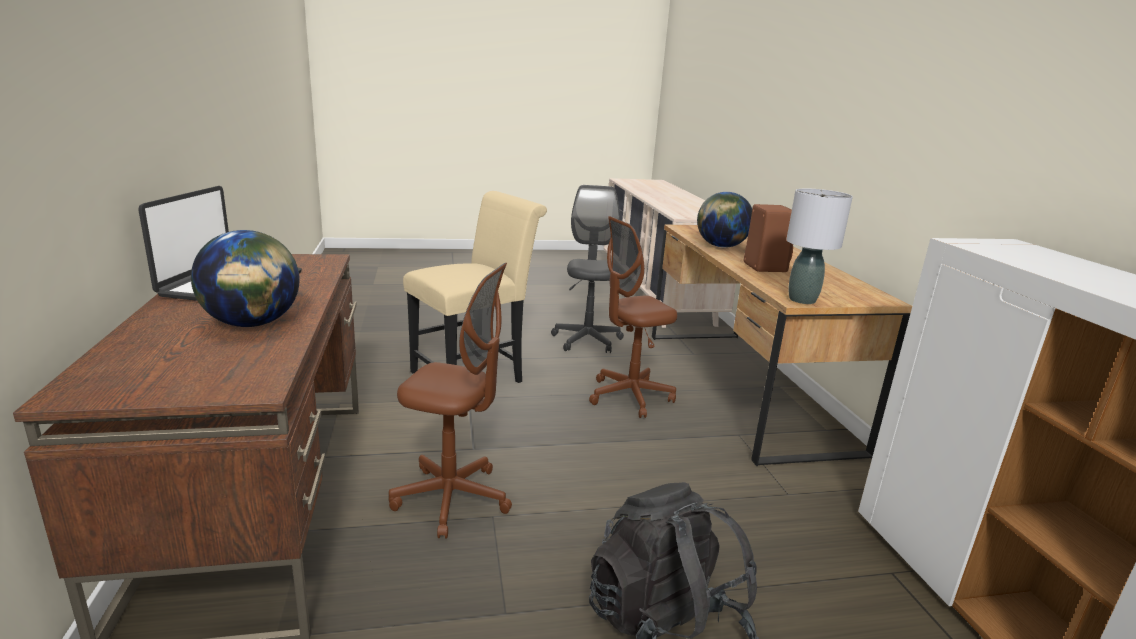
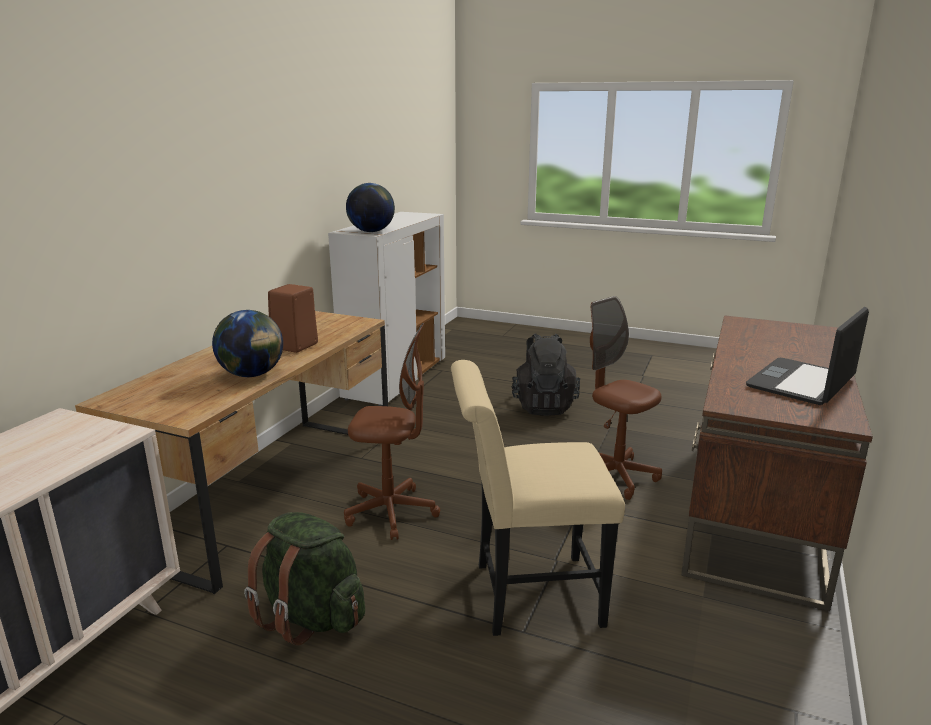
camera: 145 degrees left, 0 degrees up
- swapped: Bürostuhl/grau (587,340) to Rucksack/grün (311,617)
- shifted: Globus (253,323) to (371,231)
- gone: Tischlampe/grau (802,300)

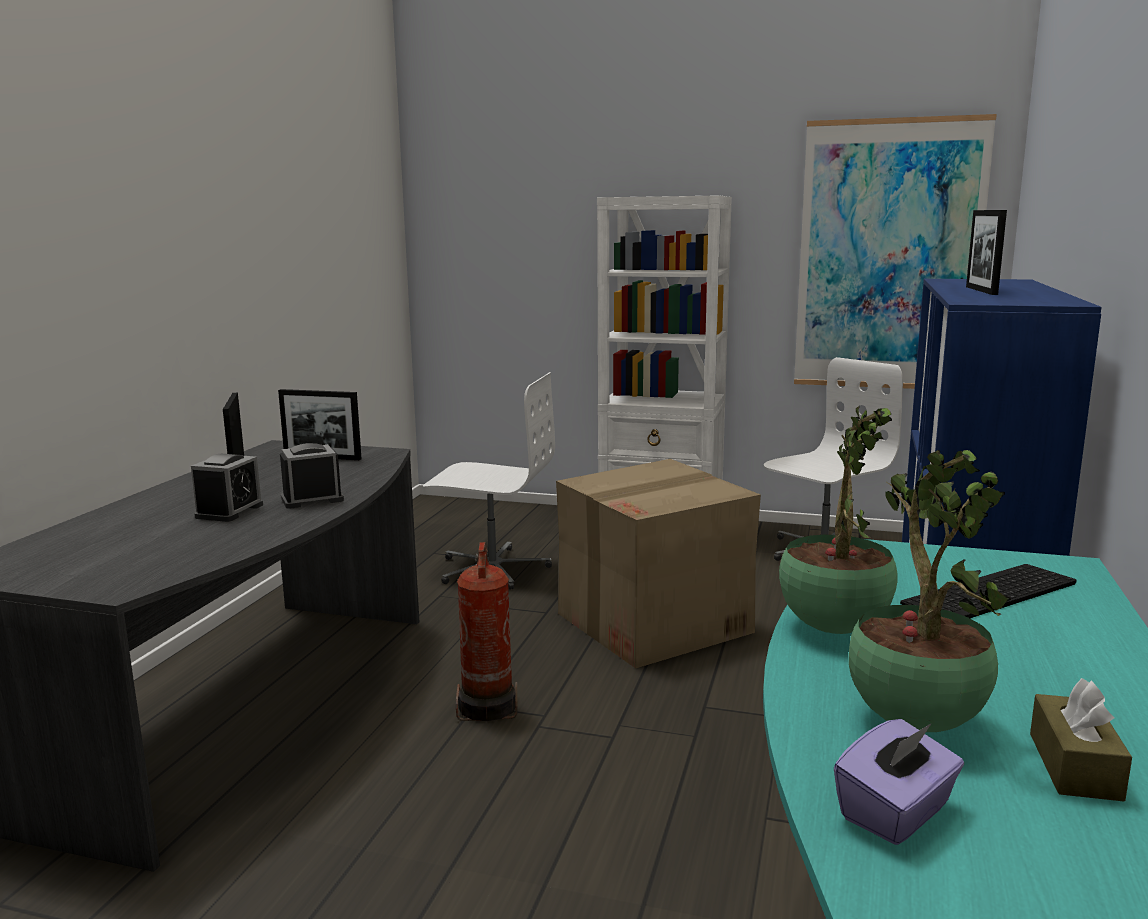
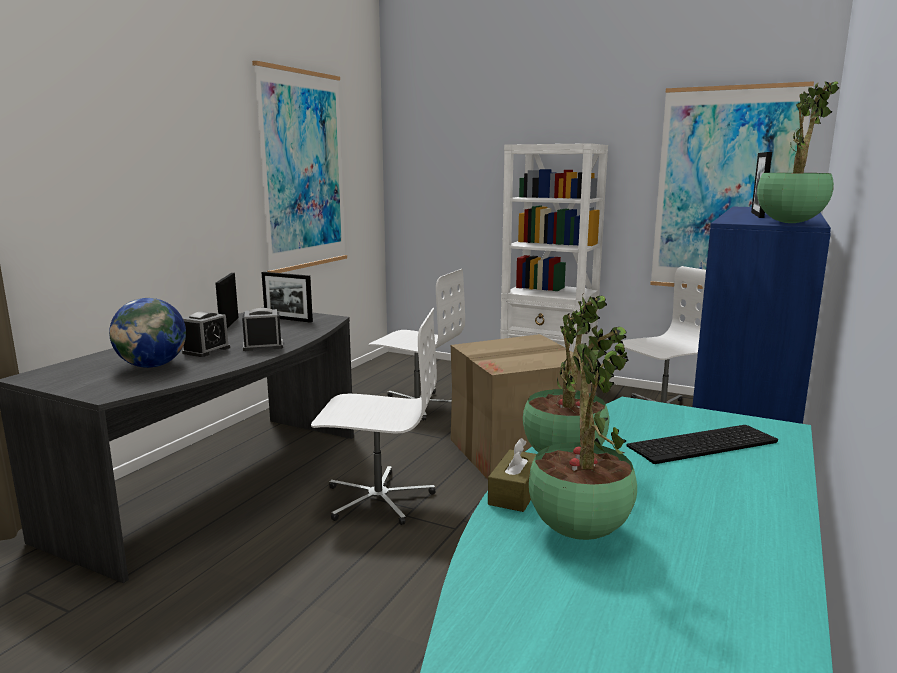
camera: 10 degrees right, 0 degrees up
- new: Globus (152,366)
- new: Bild (303,171)
- swapped: Feuerlöscher (489,706) to Bürostuhl/weiß (378,498)
- shifted: Taschentuchbox/braun (1074,766) to (515,492)
- new: Topfpflanze (790,223)
- gone: Taschentuchbox/lila (896,813)

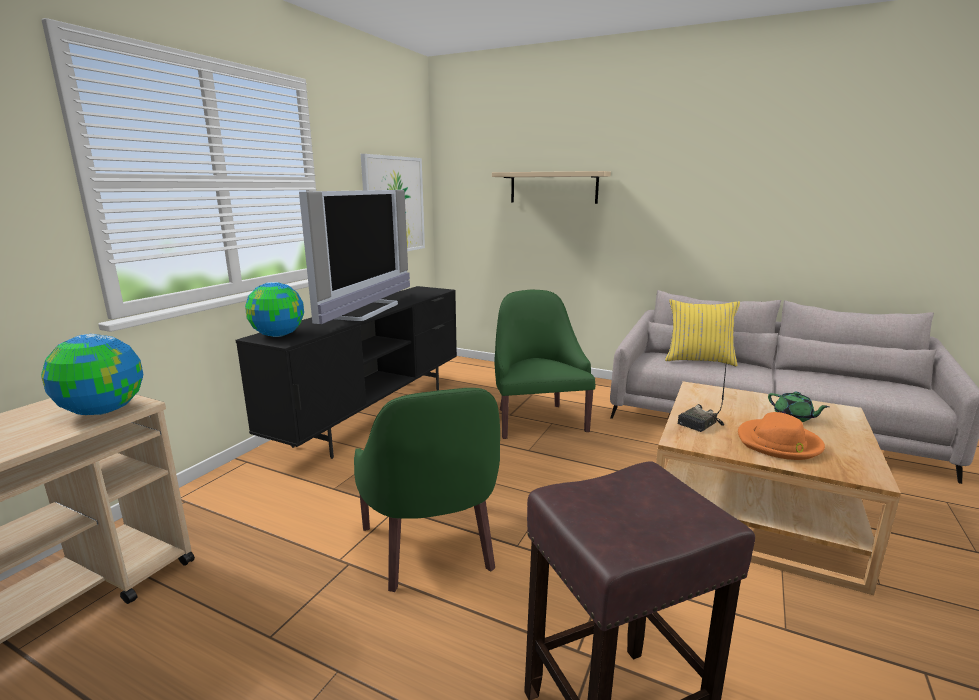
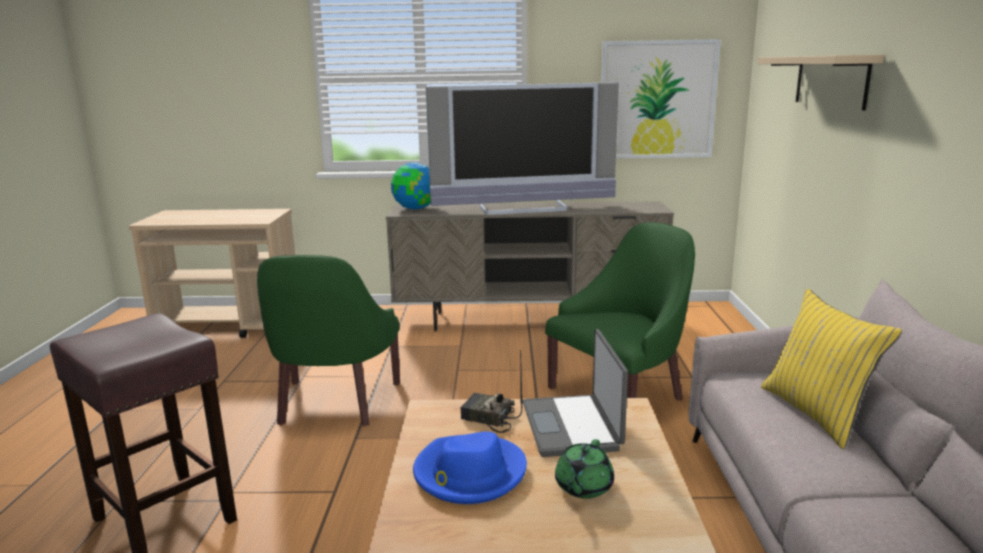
camera: 65 degrees right, 0 degrees up
- rotated: Sessel/grün (433,547) = (334,403) 45 degrees counterclockwise
- repainted: Fernsehschrank/schwarz (375,414) to Fernsehschrank/beige (529,321)
- repainted: Hut/orange (778,443) to Hut/blau (469,473)
- new: Laptop (572,426)
- gone: Globus (103,411)

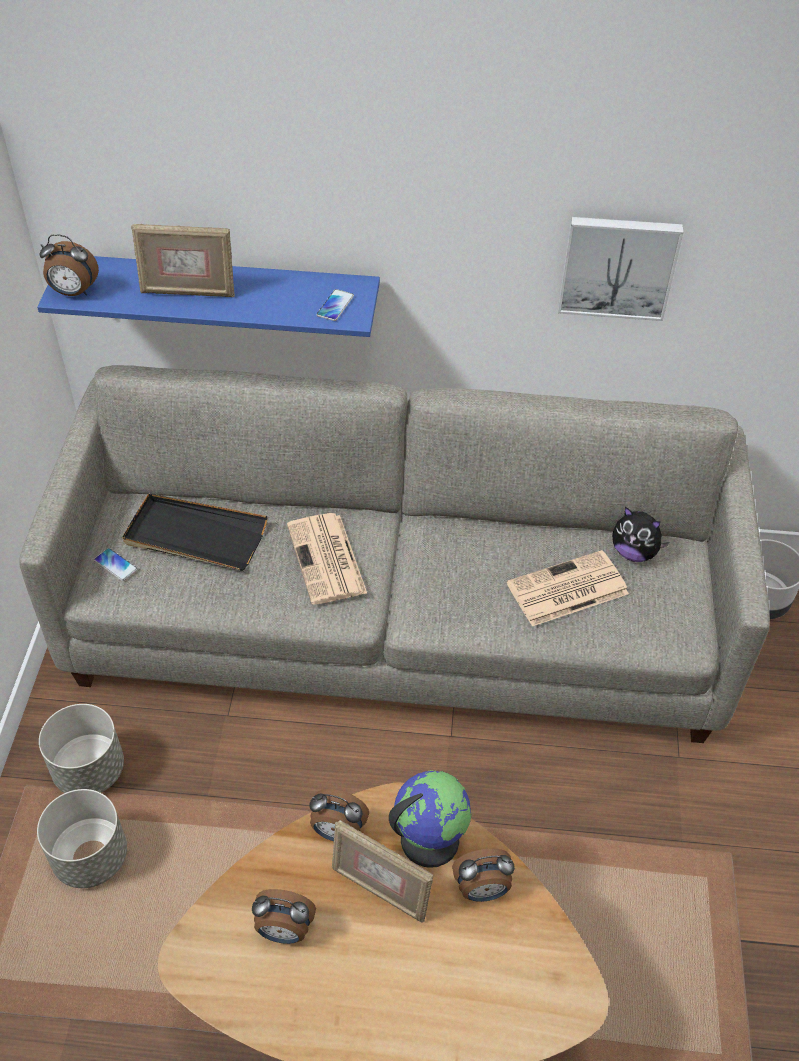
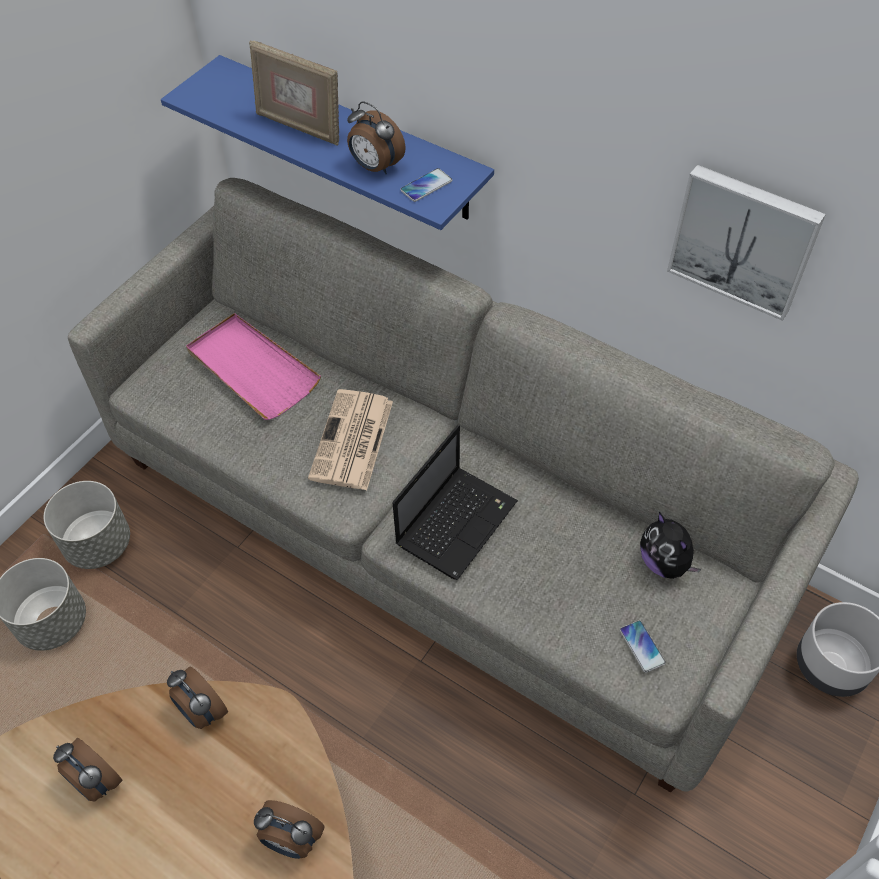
camera: 30 degrees right, 5 degrees up
- repainted: Tablett/schwarz (195,536) to Tablett/rosa (252,369)
- shifted: Wecker (73,292) to (375,167)
- new: Laptop (457,521)
- shifted: Handy (116,565) to (642,646)
- gone: Bilderrahmen (380,890)
- gone: Globus (429,838)
- gone: Zeitung (566,590)

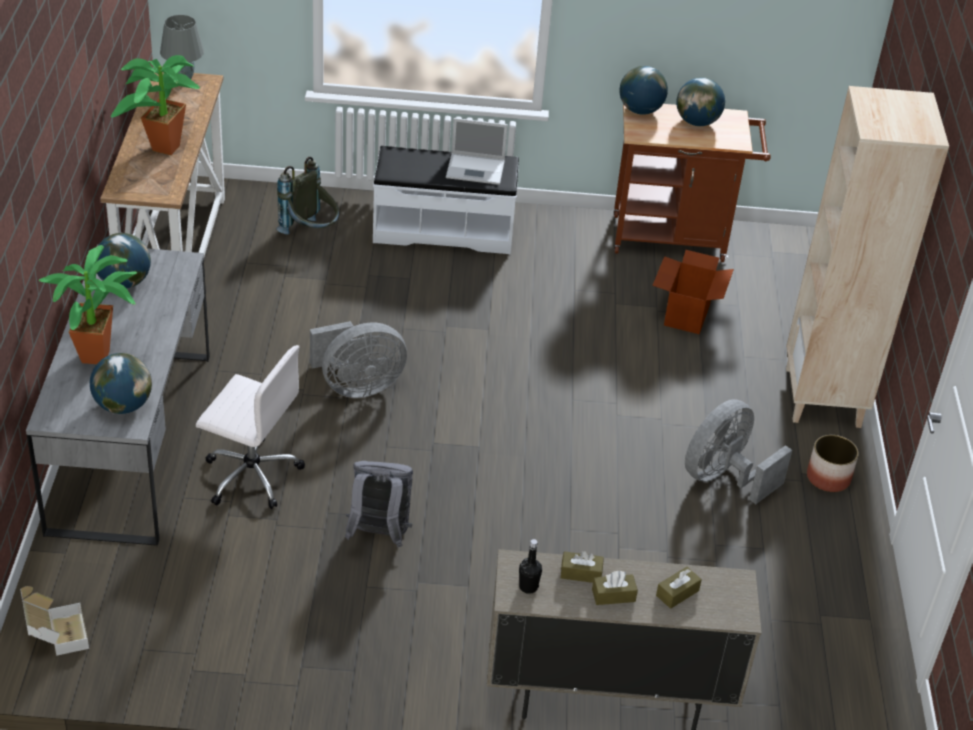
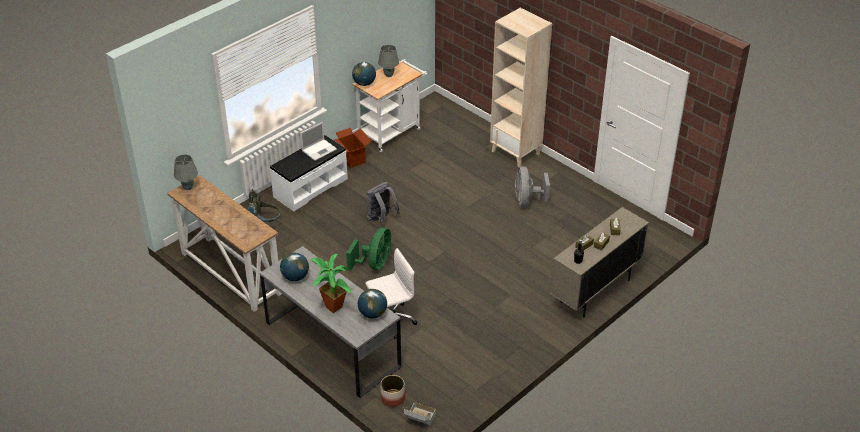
camera: 45 degrees left, 0 degrees up
- shifted: Karton (686,315) to (351,159)
- repainted: Ventilator/grau (357,386) to Ventilator/grün (374,264)
- repainted: Rollwagen/braun (676,238) to Rollwagen/weiß (392,131)
- shifted: Rucksack/grau (378,535) to (381,218)
- swapped: Globus (697,122) to Tischlampe/grau (389,75)
- shifted: Pflanzkübel (827,478) to (392,398)
- gone: Topfpflanze (161,150)

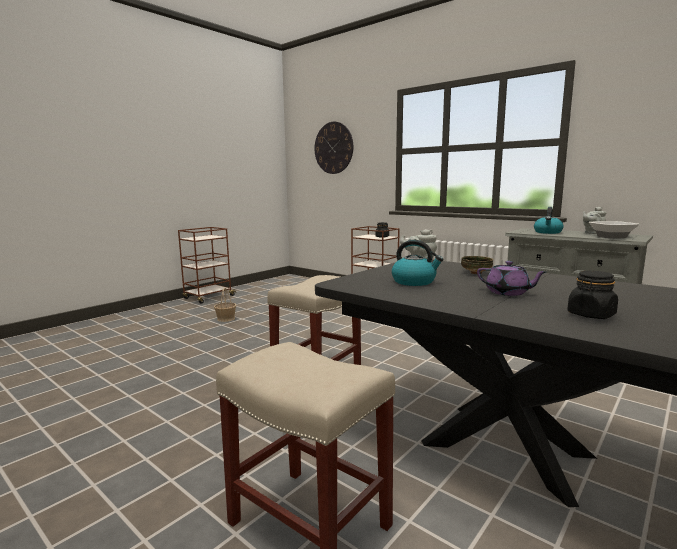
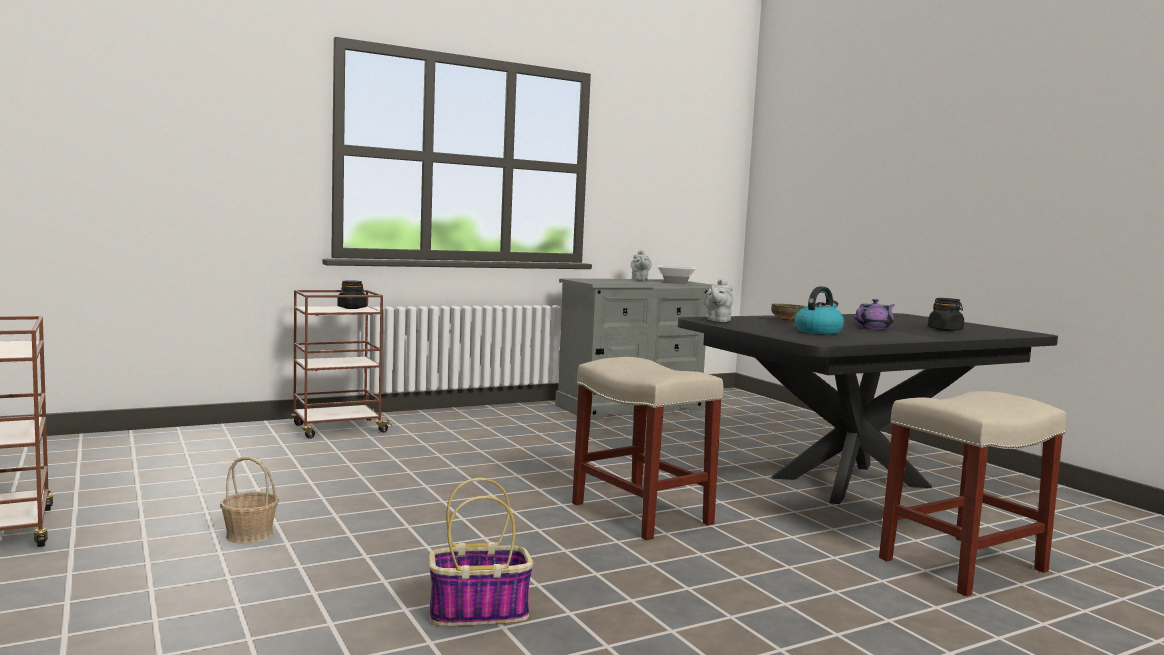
camera: 70 degrees left, 5 degrees down
- new: Korb (480,612)
- gone: Wanduhr (333,148)
- gone: Wasserkessel (548,232)

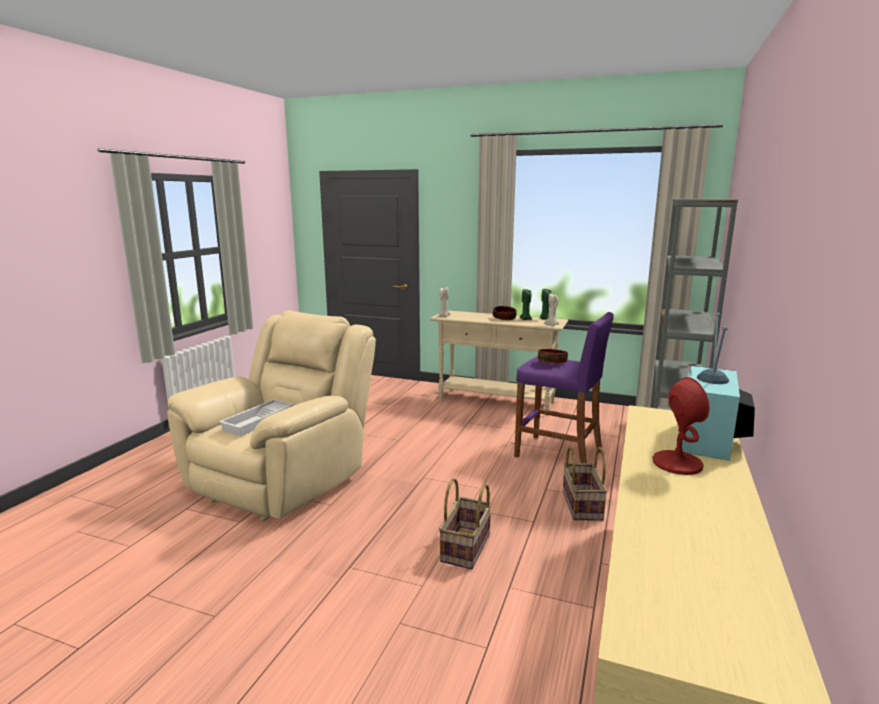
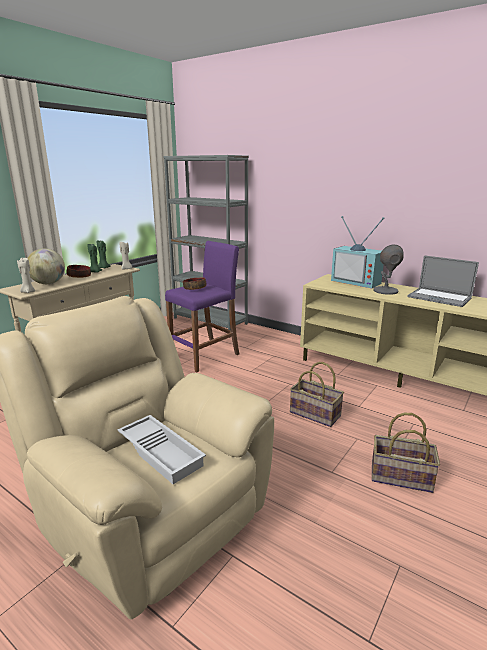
camera: 75 degrees left, 5 degrees up
- new: Globus (48,283)
- shifted: Korb (581,505) to (400,477)
- repainted: Tischlampe/rot (677,463) to Tischlampe/grau (385,291)
- new: Laptop (439,297)

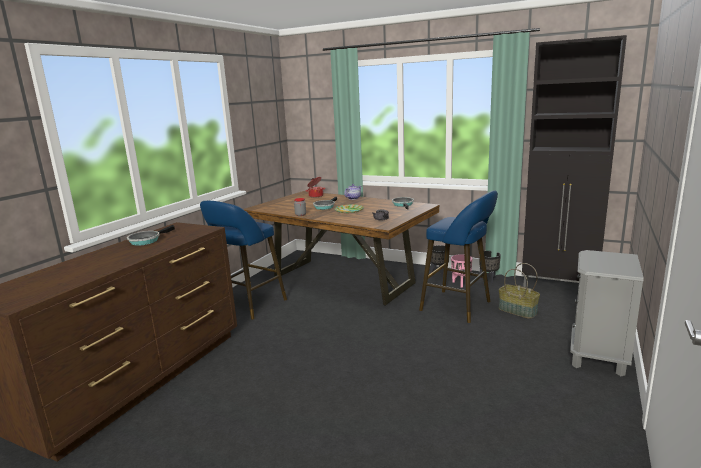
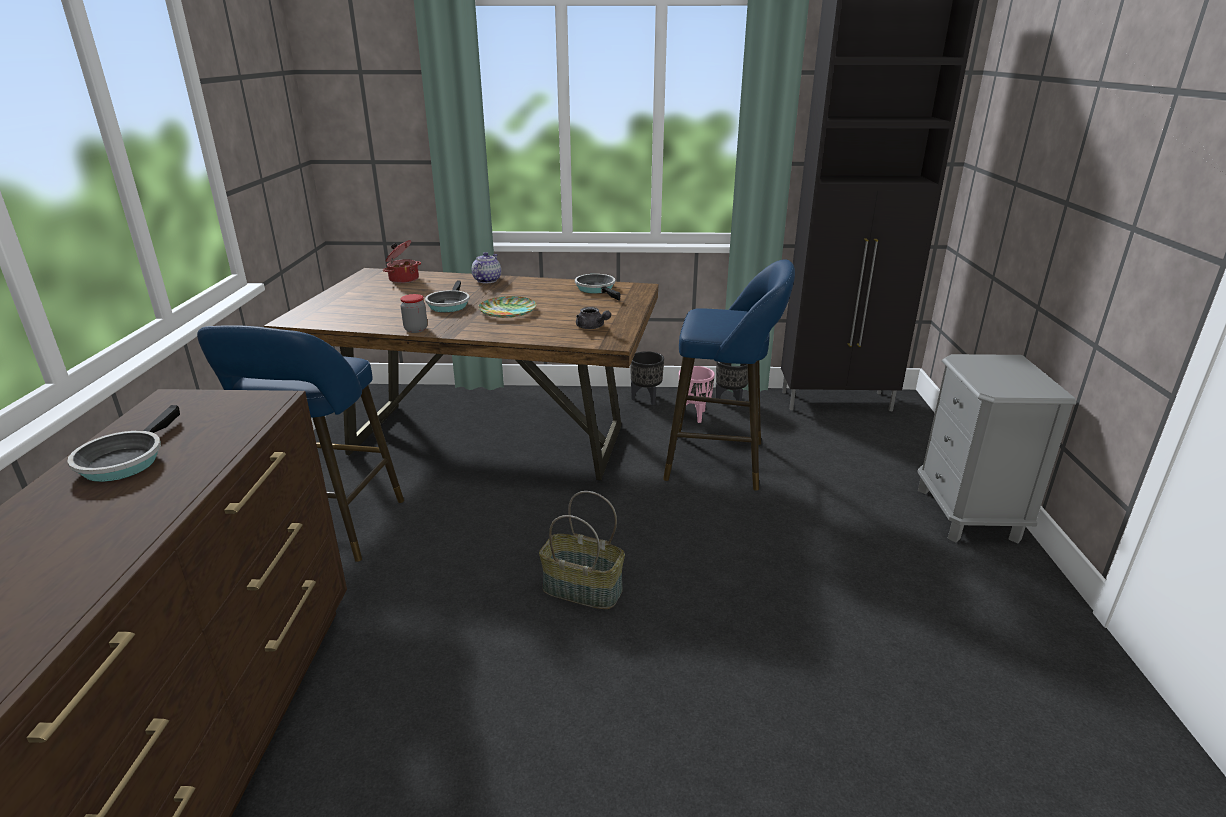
camera: 25 degrees left, 10 degrees up
- shifted: Korb (517,311) to (581,590)

